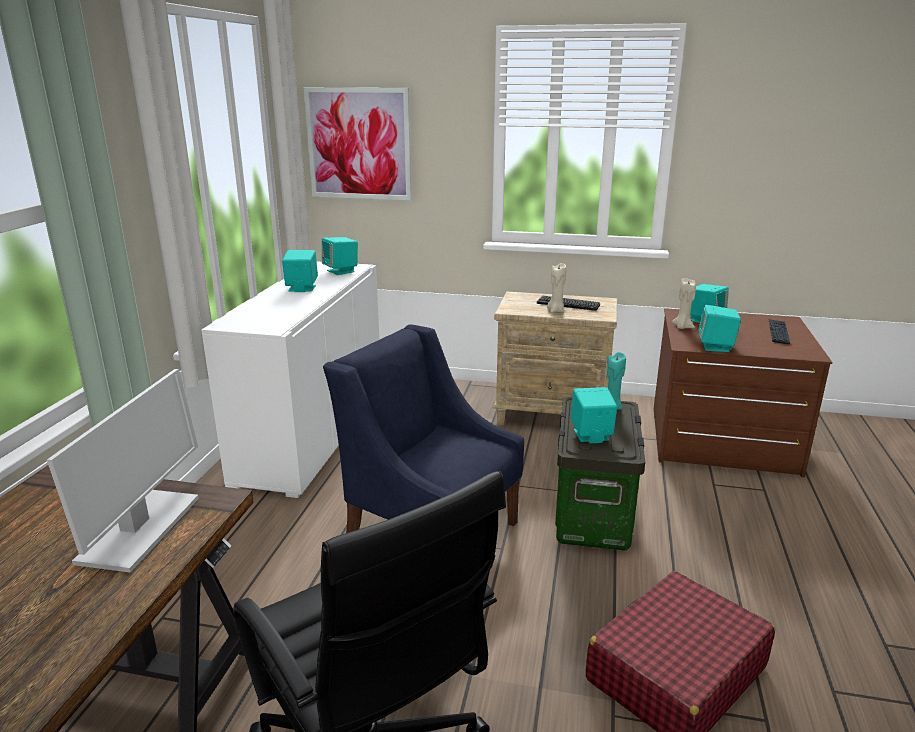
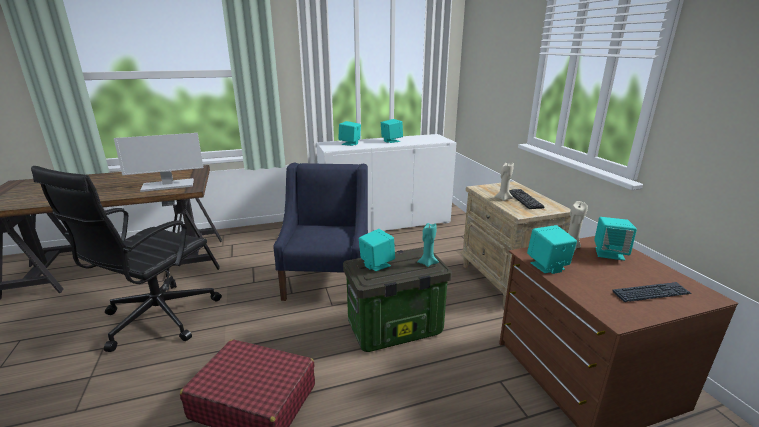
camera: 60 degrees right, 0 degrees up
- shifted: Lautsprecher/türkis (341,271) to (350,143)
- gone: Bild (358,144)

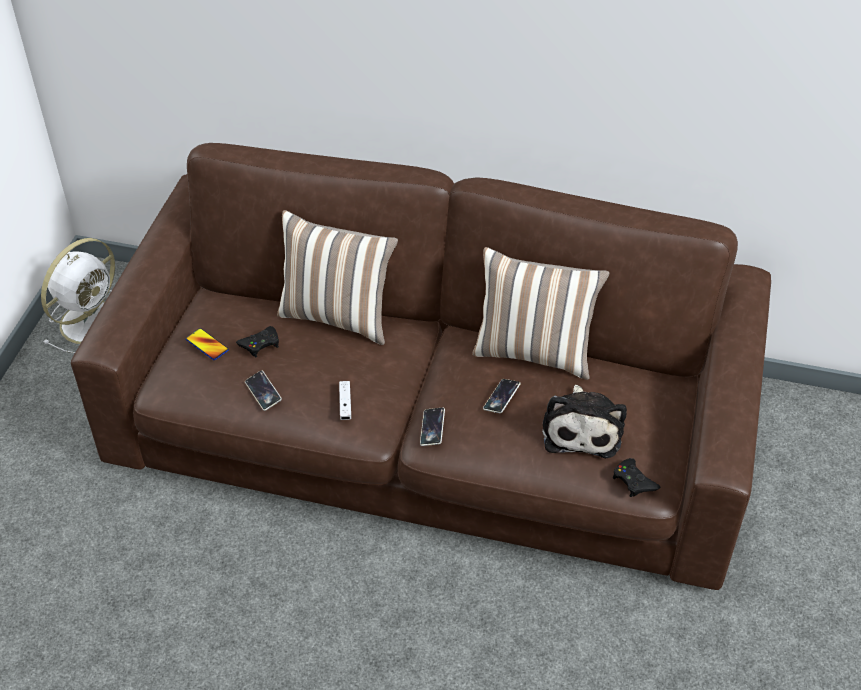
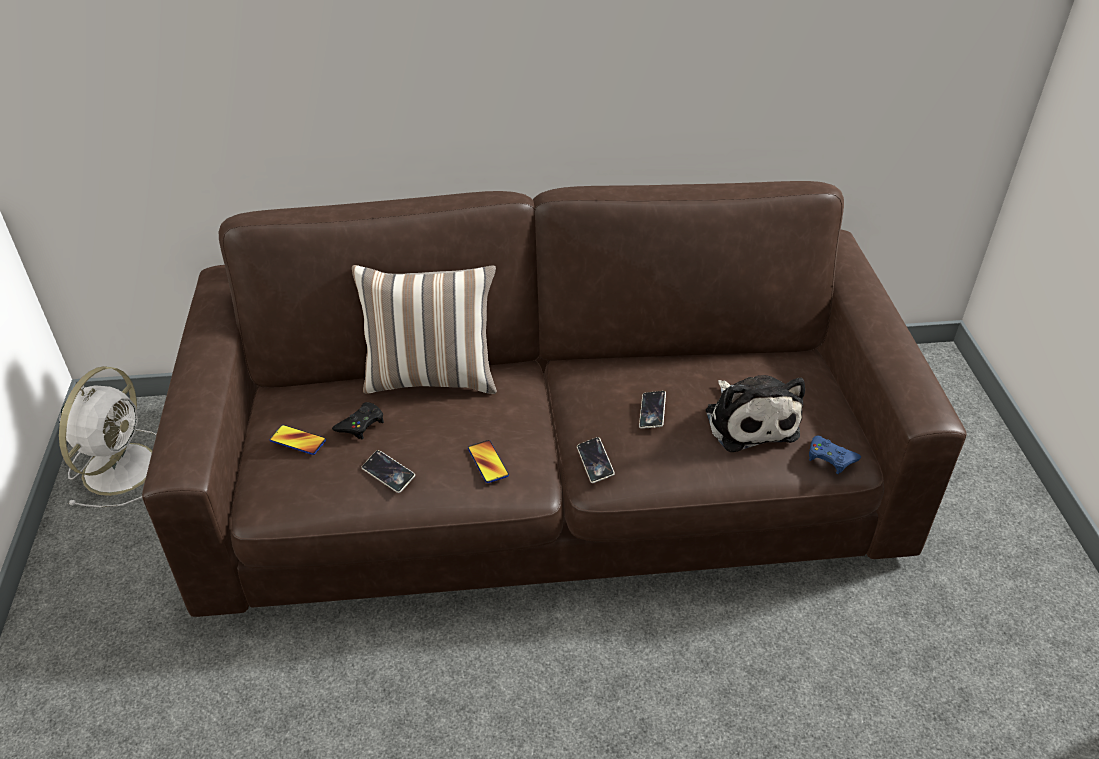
camera: 20 degrees left, 5 degrees down
- swapped: Gamepad/weiß (345,404) to Handy (488,462)
- repainted: Gamepad/schwarz (633,481) to Gamepad/blau (830,458)
- gone: Kissen (534,352)

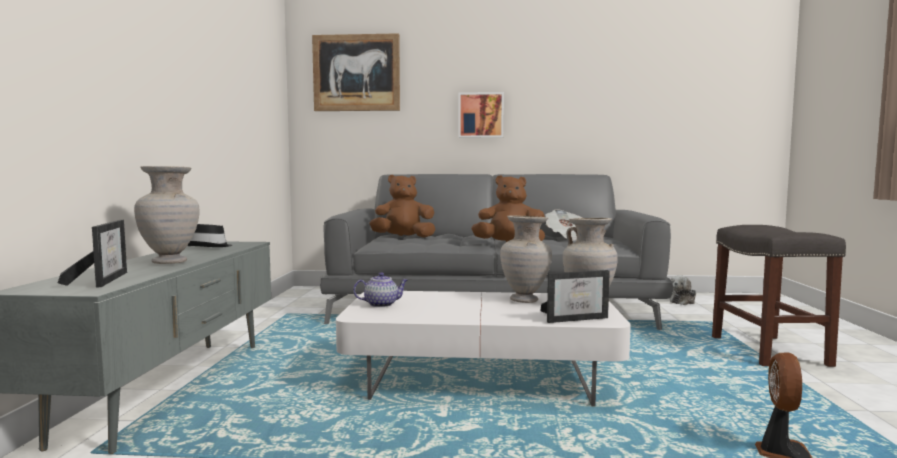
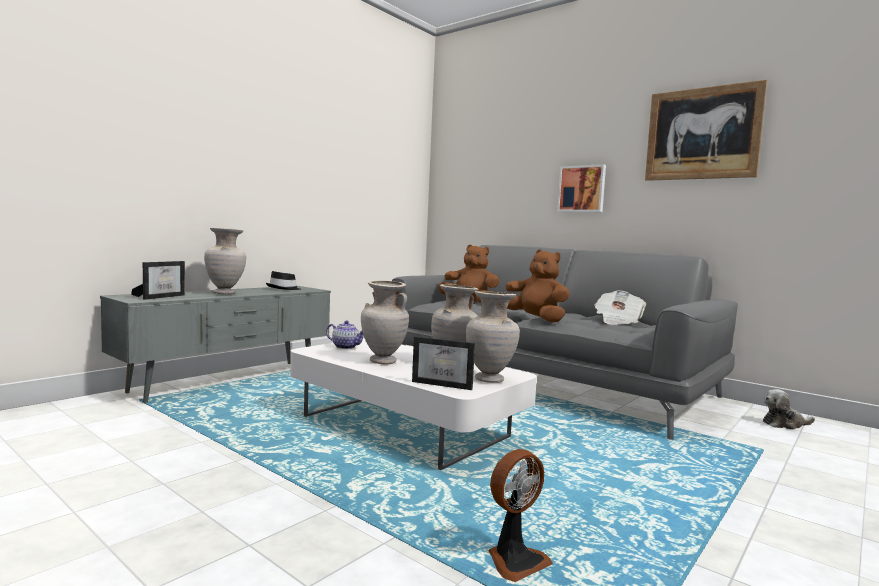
camera: 35 degrees right, 0 degrees up
- new: Vase/beige (383,362)
- shifted: Bild (356,73) to (702,134)
- gone: Hocker/grau (770,351)

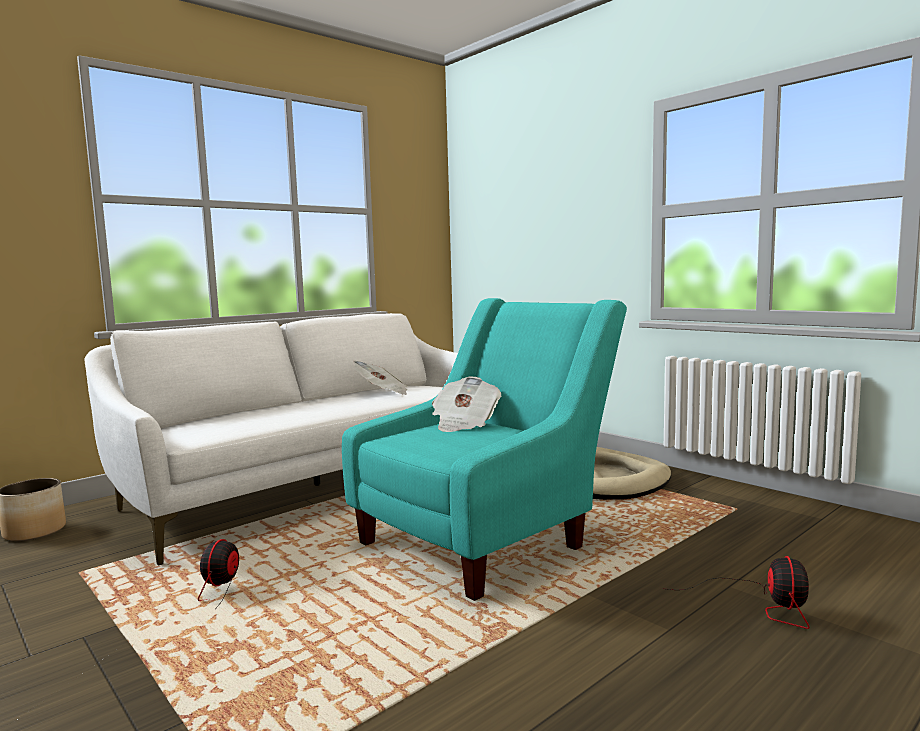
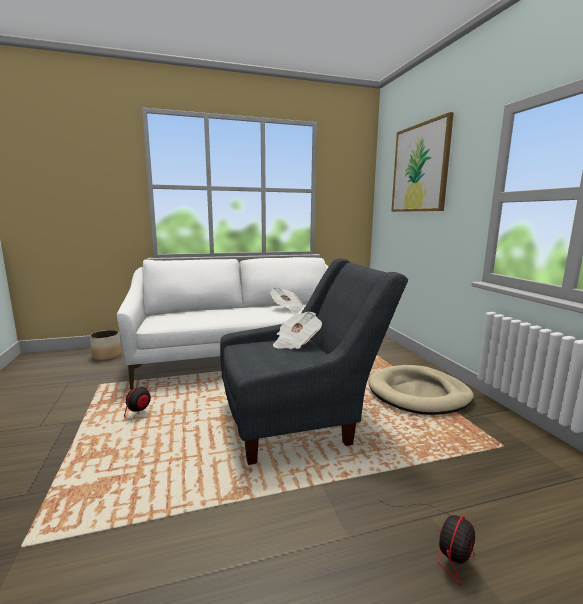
camera: 25 degrees right, 5 degrees up
- repainted: Sessel/türkis (487,538) to Sessel/grau (300,420)
- new: Bild (420,168)

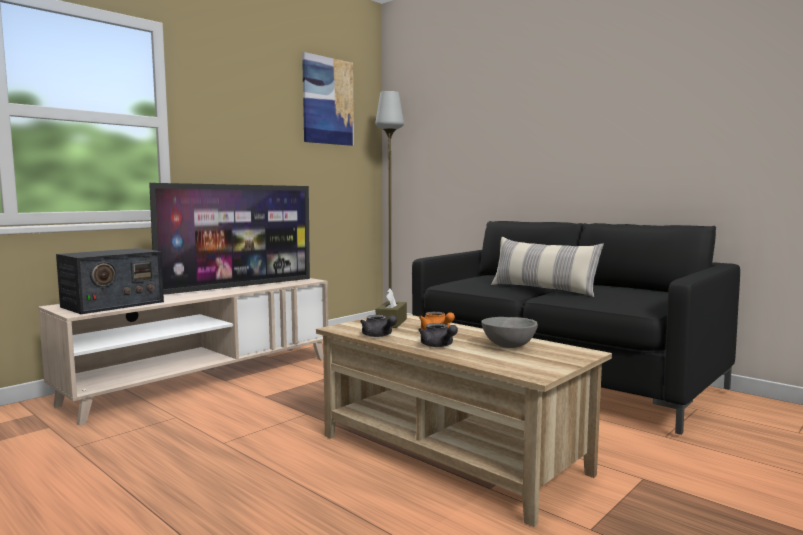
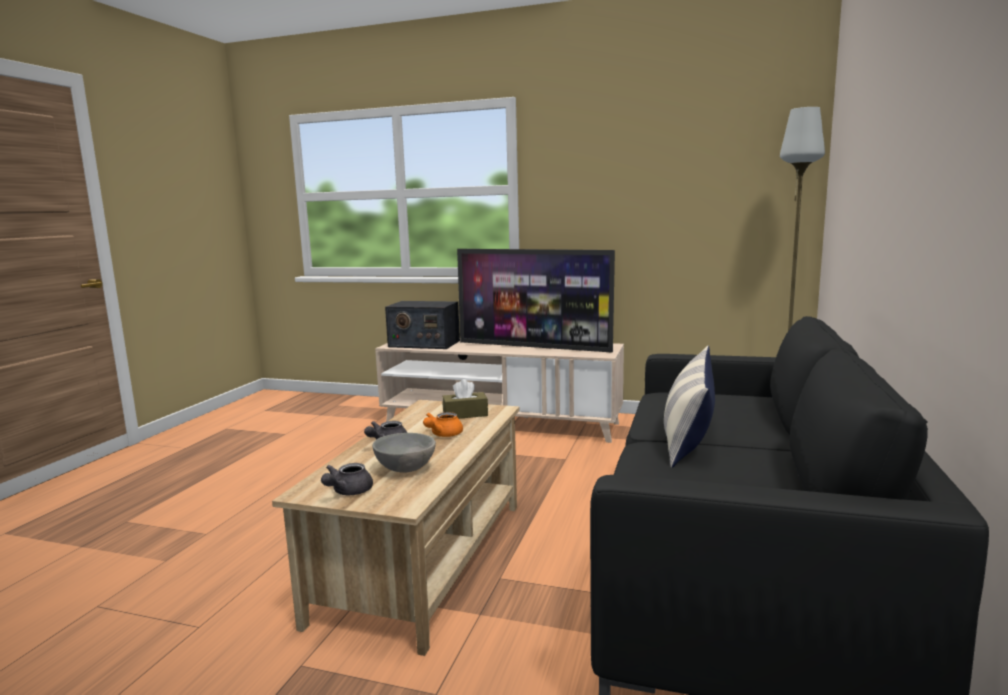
camera: 65 degrees right, 5 degrees up
- shifted: Teekanne/grau (379,336) to (347,492)
- gone: Bild (328,101)

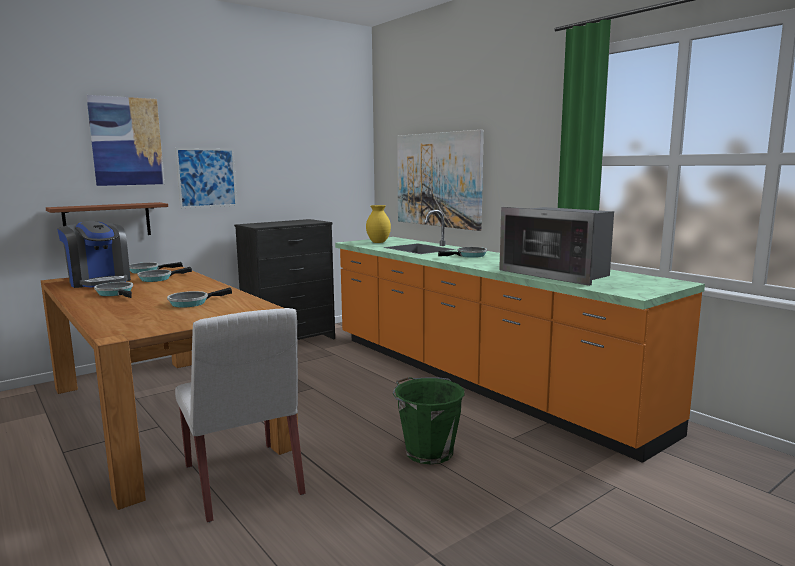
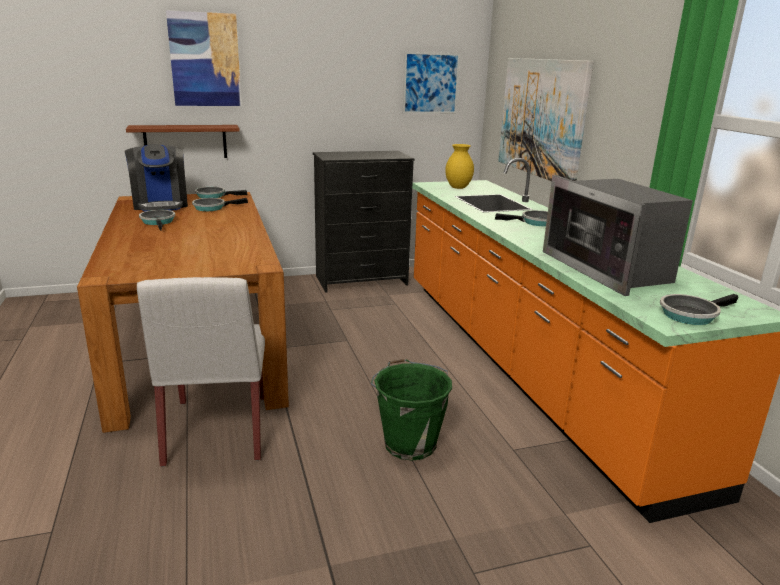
camera: 20 degrees right, 10 degrees up
- shifted: Bild (207,177) to (430,83)
- shifted: Pfanne (192,303) to (691,314)

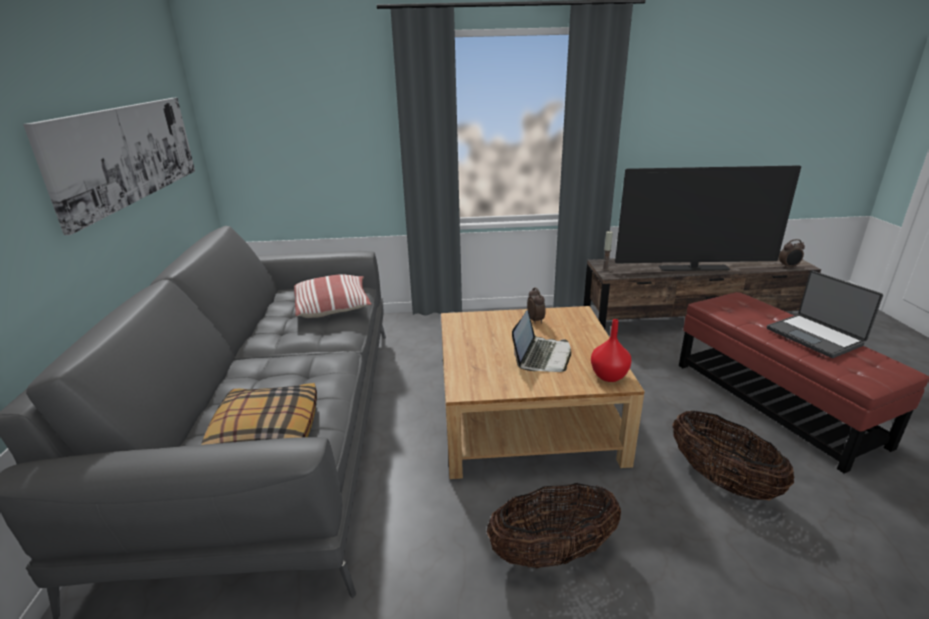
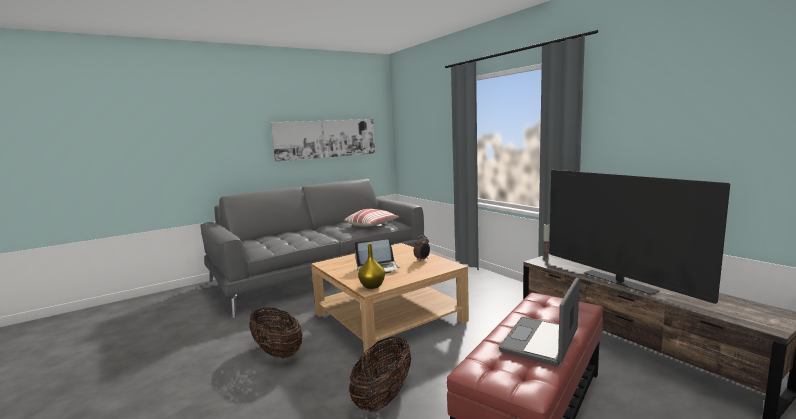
camera: 60 degrees right, 15 degrees down
- repainted: Vase/rot (609,376) to Vase/gelb (371,286)
- gone: Kissen (265,431)
- gone: Wecker (789,267)

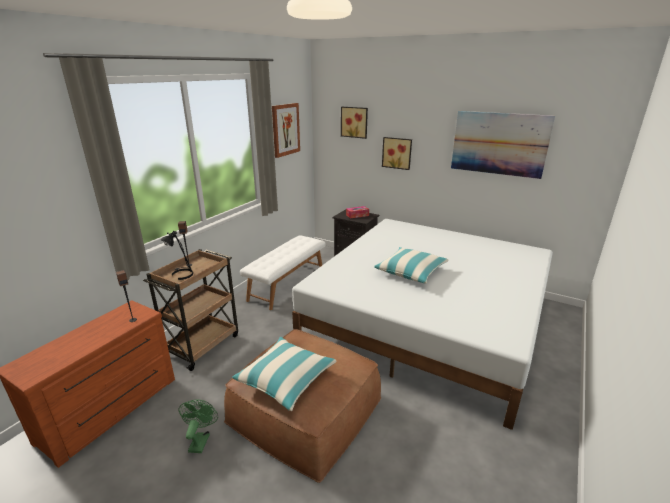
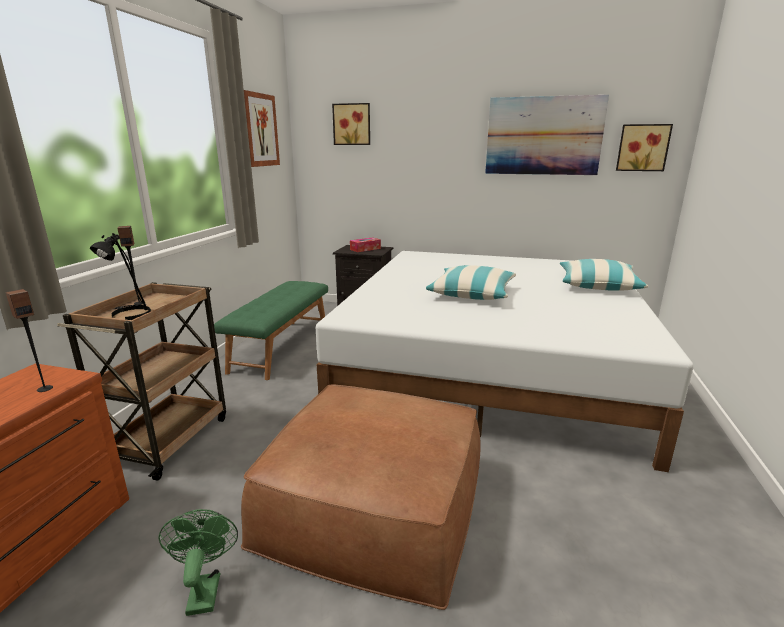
camera: 15 degrees left, 5 degrees down
- repainted: Bank/weiß (287,284) to Bank/grün (281,347)
- shifted: Kissen (286,379) to (597,285)
- shifted: Bild (397,153) to (642,148)

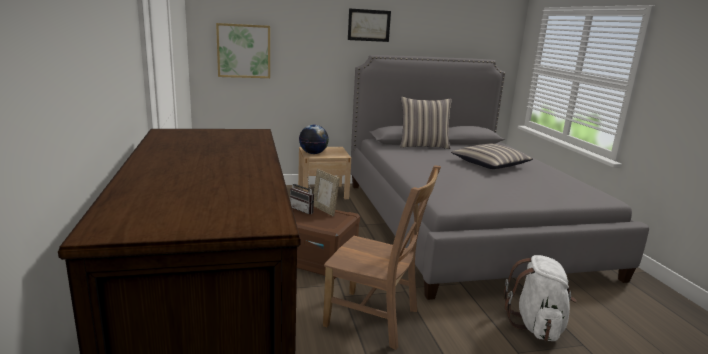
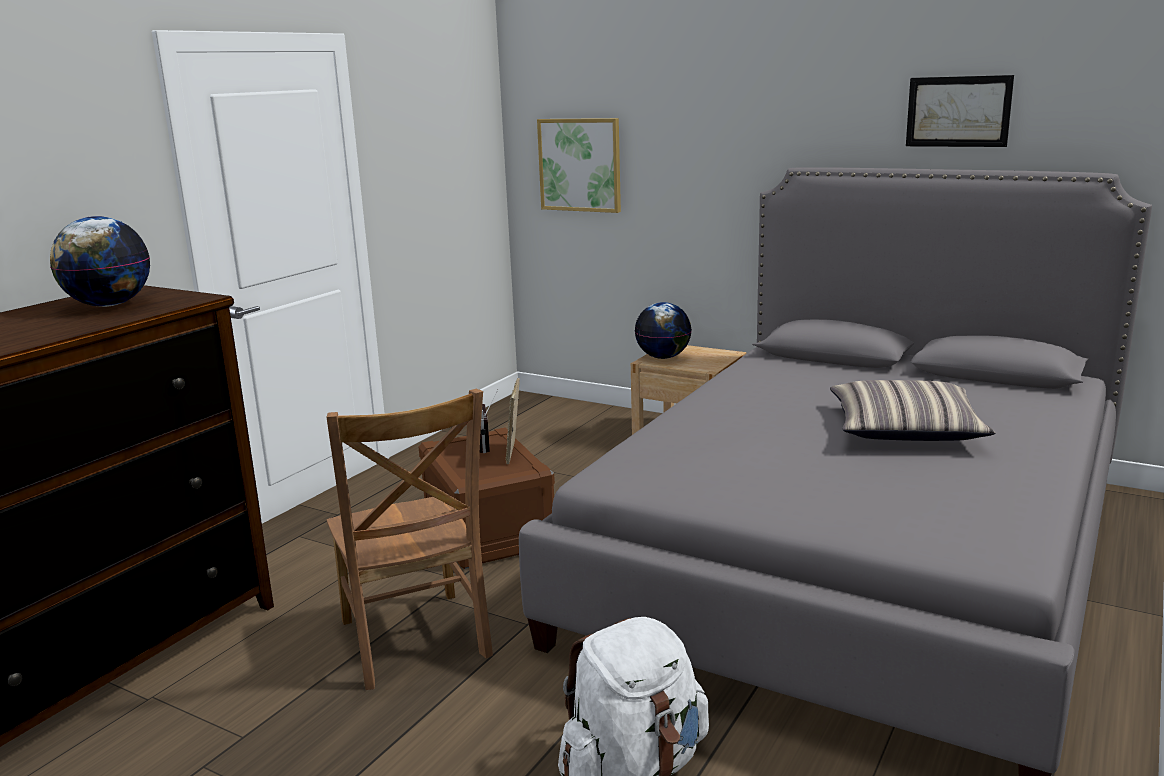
camera: 45 degrees right, 0 degrees up
- new: Globus (108,305)
- shifted: Bild (369,25) to (958,111)
- gone: Kissen (423,146)

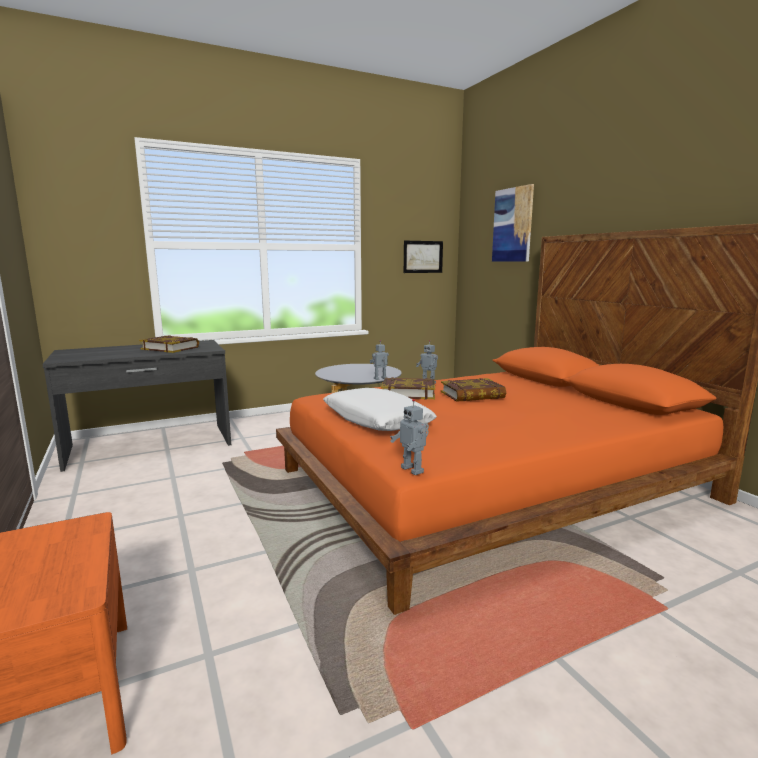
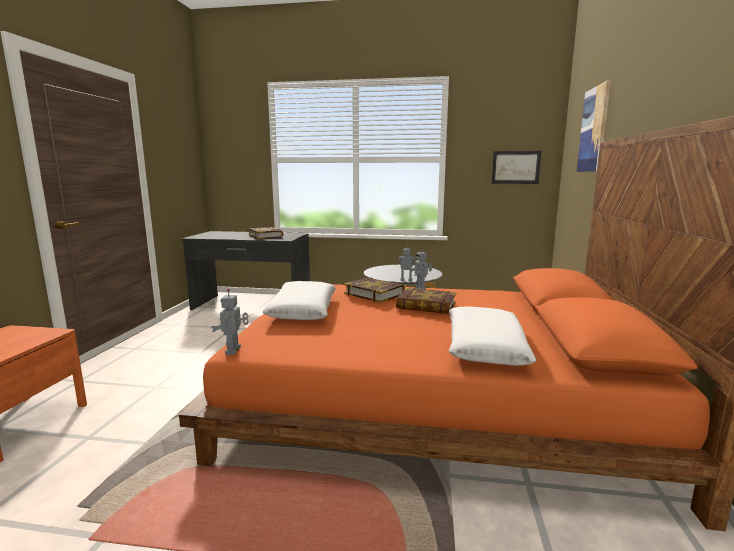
camera: 35 degrees right, 0 degrees up
- new: Kissen/weiß (484,346)

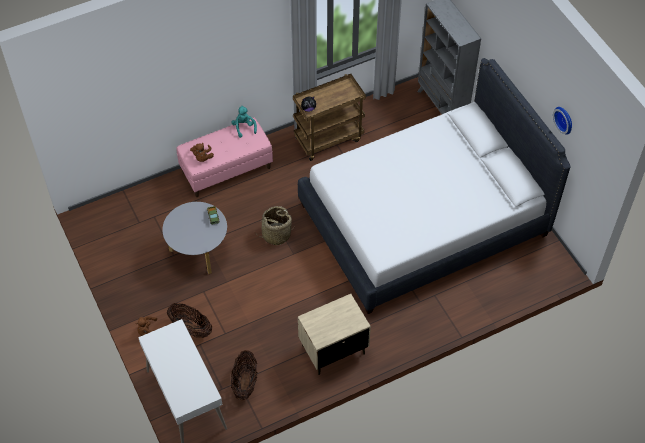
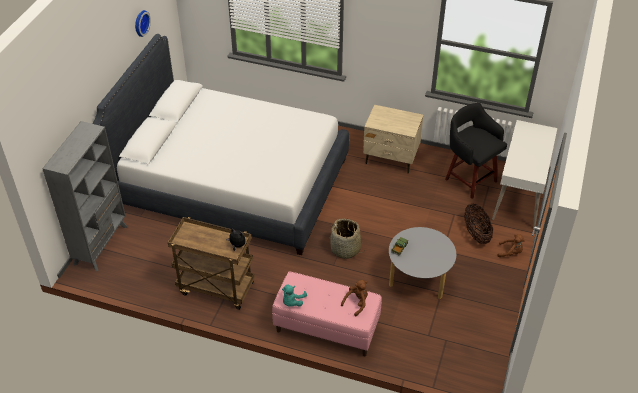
camera: 135 degrees left, 10 degrees down
- swapped: Korb (245,383) to Hocker/schwarz (469,179)

